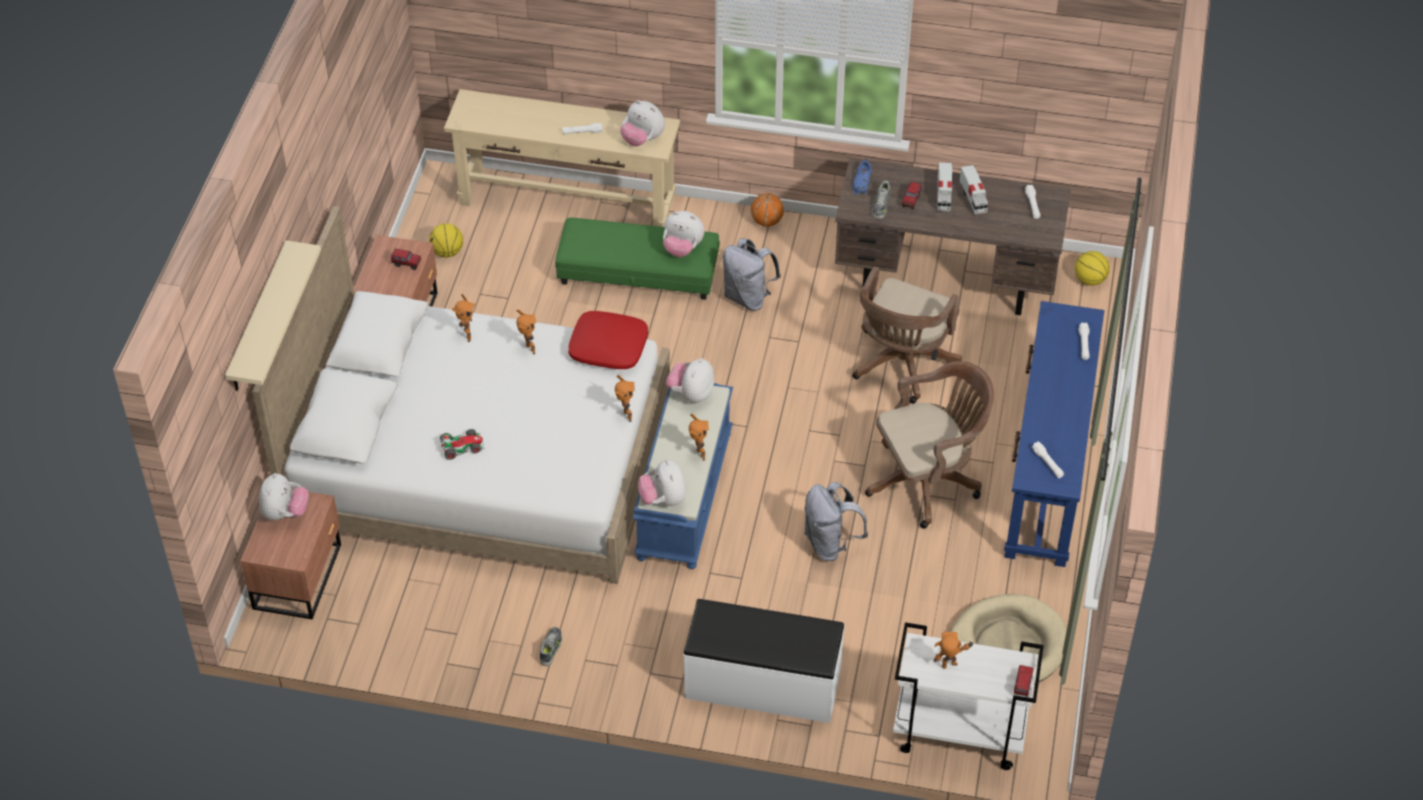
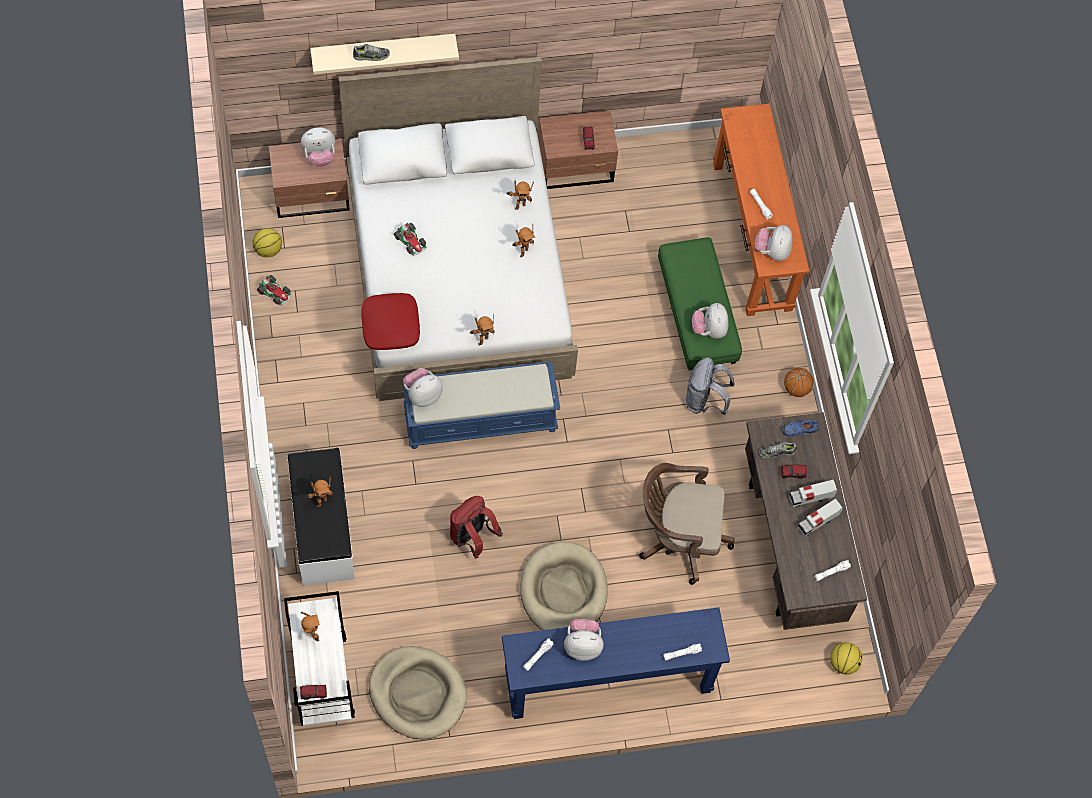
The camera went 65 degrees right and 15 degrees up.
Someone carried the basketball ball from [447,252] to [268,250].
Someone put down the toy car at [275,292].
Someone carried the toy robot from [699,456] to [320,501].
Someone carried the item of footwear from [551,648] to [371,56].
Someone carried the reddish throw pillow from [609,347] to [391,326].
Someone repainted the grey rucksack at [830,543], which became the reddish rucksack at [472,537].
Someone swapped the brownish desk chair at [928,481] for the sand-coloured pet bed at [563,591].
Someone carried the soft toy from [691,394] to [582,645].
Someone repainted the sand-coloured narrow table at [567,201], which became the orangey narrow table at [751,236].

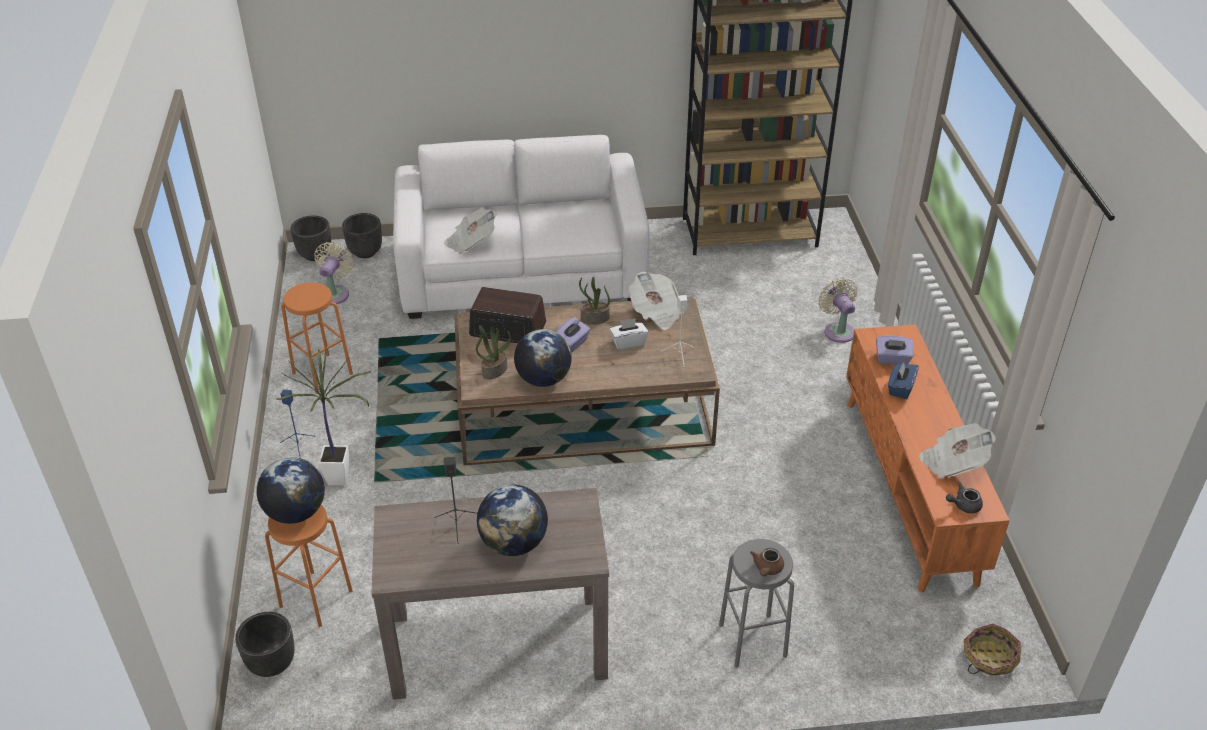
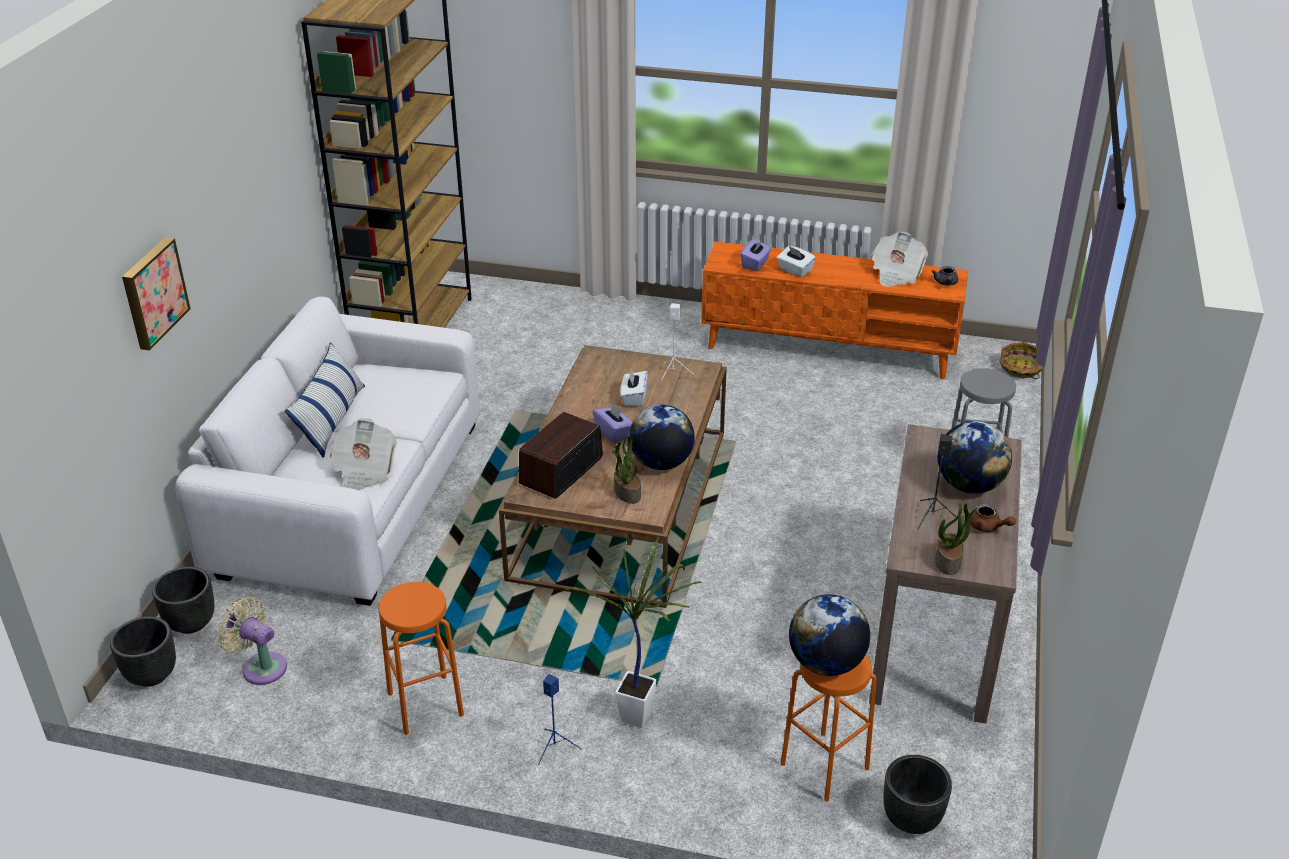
The camera went 70 degrees left and 5 degrees down.
Someone put up the wall picture at [153,292].
Someone put down the throw pillow at [331,419].
Someone repainted the bluish tissue box at [900,388], which became the white-coloured tissue box at [795,270].
Someone carried the houseplant from [594,319] to [948,561].
Someone carried the brownish pot for tea from [767,569] to [988,527].
Someone took away the newspaper at [656,312].
Someone took away the sand-coloured electric fan at [838,330].

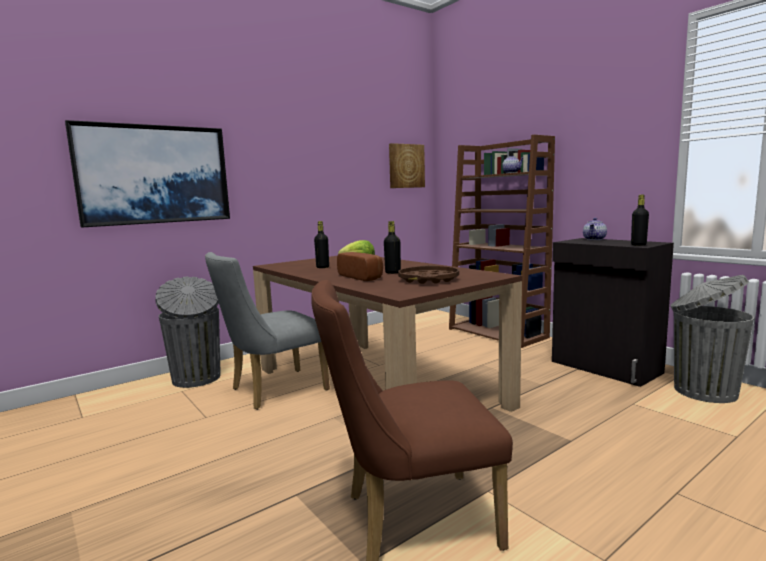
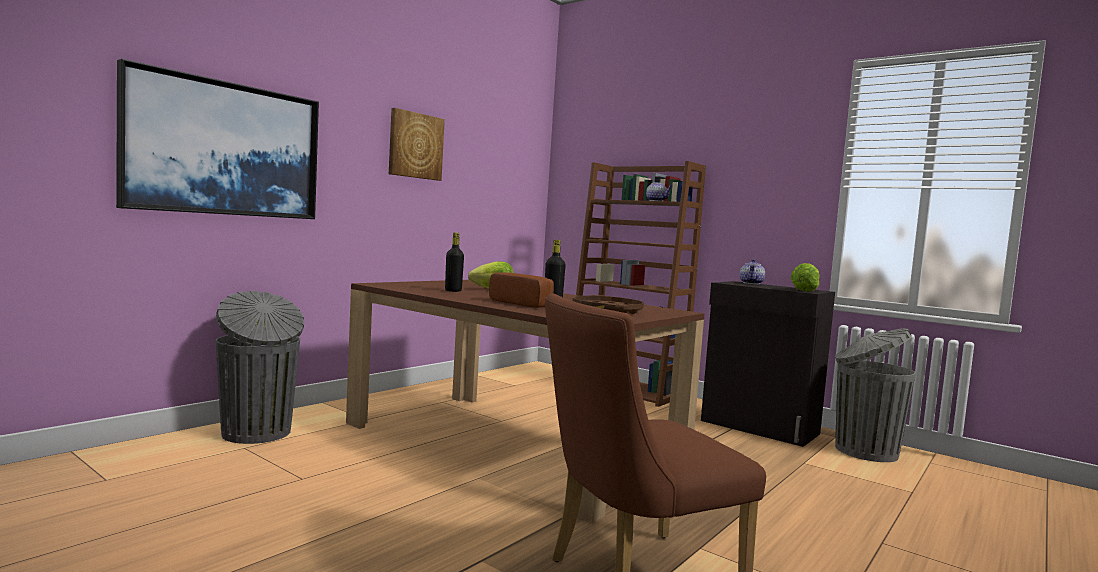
The camera went 15 degrees left and 5 degrees down.
Someone carried the wall picture from [406,166] to [415,145].
Someone swapped the black-coloured drink bottle at [638,245] for the lettuce at [805,291].
Someone took away the grey upright chair at [272,391].

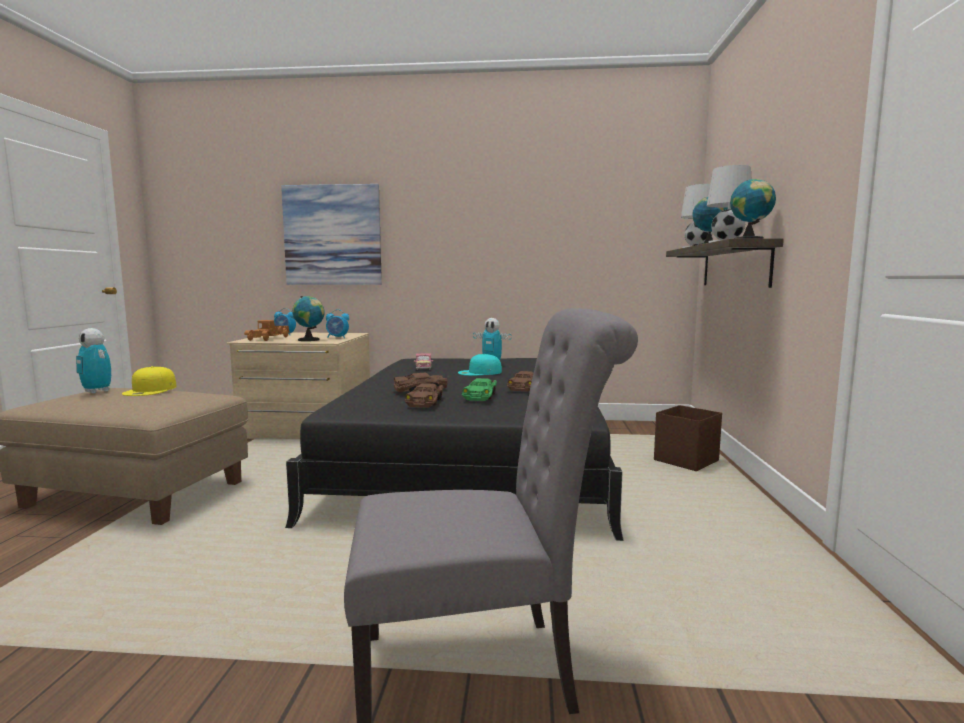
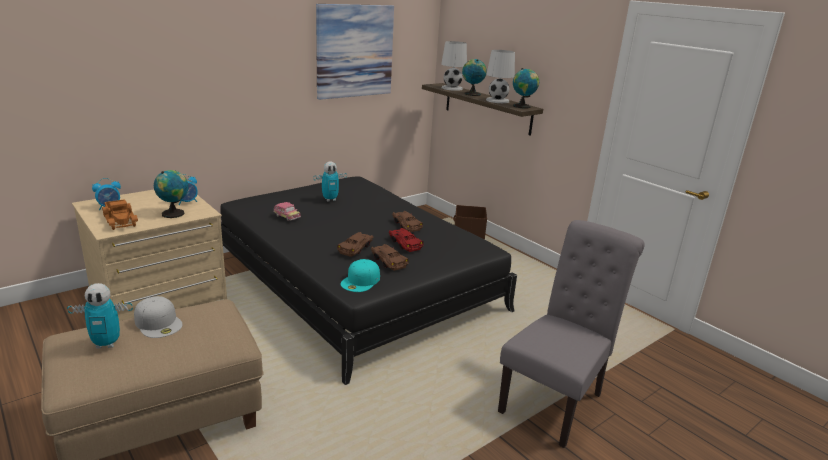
The camera went 45 degrees left and 15 degrees up.
Someone repainted the yellow peaked cap at [151,390], which became the white-coloured peaked cap at [159,323].
Someone carried the wall picture from [332,235] to [354,51].
Someone carried the turquoise-coloured peaked cap from [479,372] to [361,281].
Someone repainted the greenish toy car at [481,396], which became the reddish toy car at [404,244].

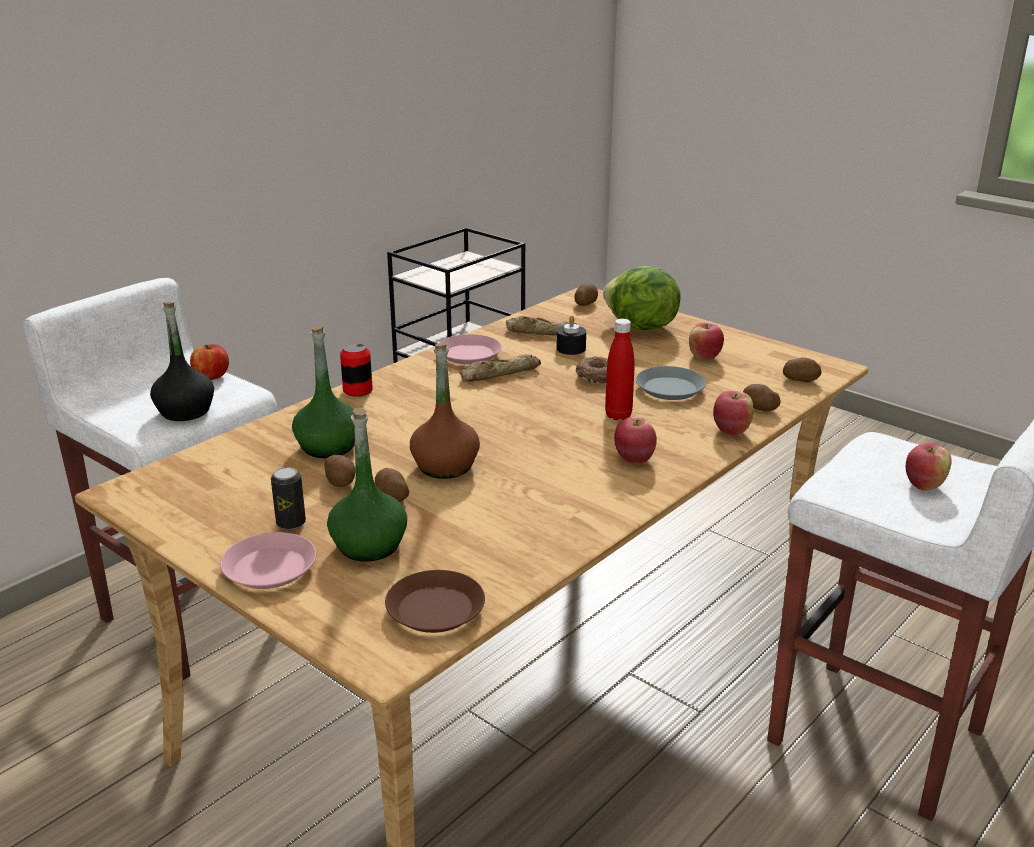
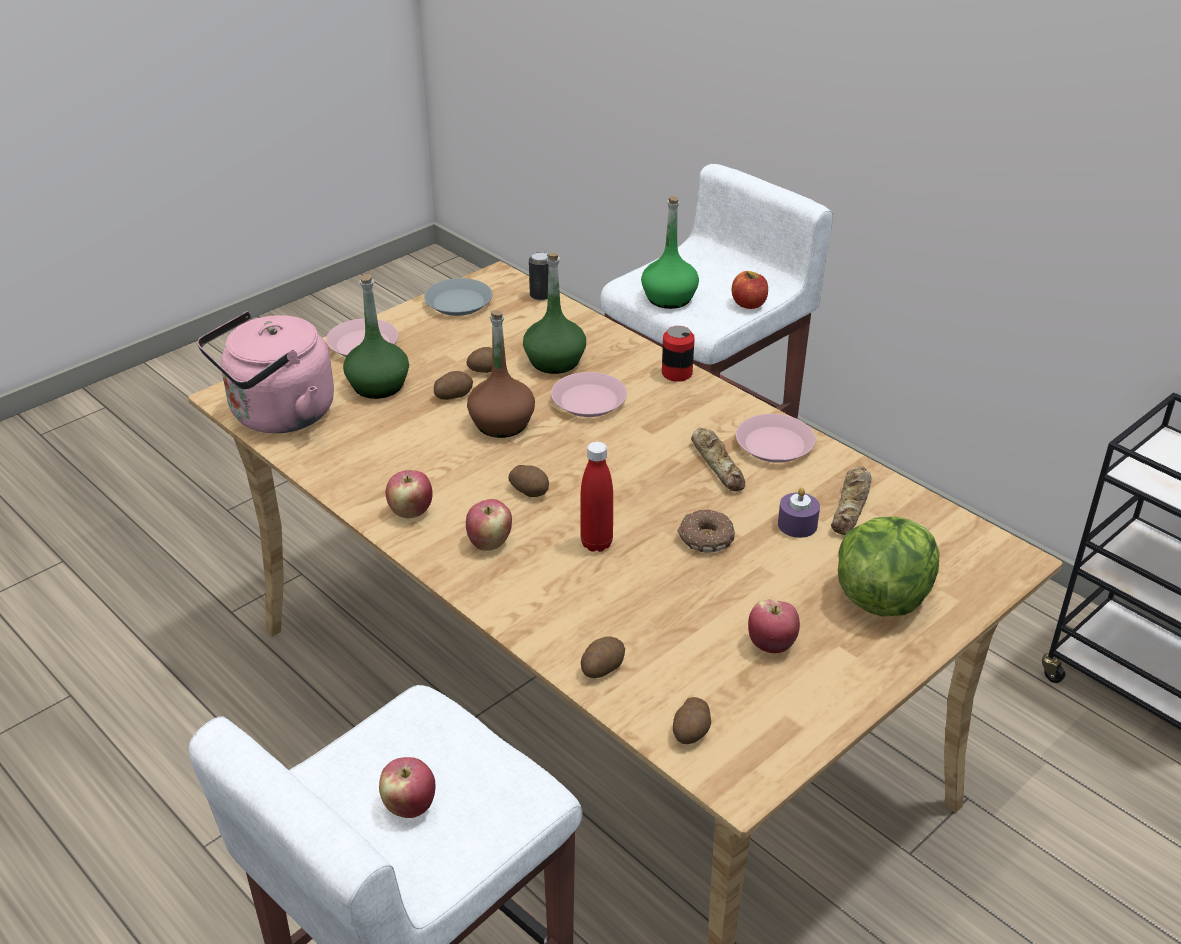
The camera went 95 degrees right and 10 degrees up.
Someone swapped the brownish dinner plate at [436,609] for the pink-coloured kettle at [277,416].
Someone carried the apple from [731,431] to [410,512].
Someone carried the grey dinner plate from [669,388] to [459,302].
Someone carried the spud from [585,303] to [530,490].
Someone carried the metal can from [291,523] to [541,295].
Someone put down the pink-coloured dinner plate at [589,401].
Someone repainted the black-coloured drink bottle at [185,411], which became the greenish drink bottle at [669,298].
Someone repainted the black-coloured wax light at [571,348], which became the purplish wax light at [797,525].

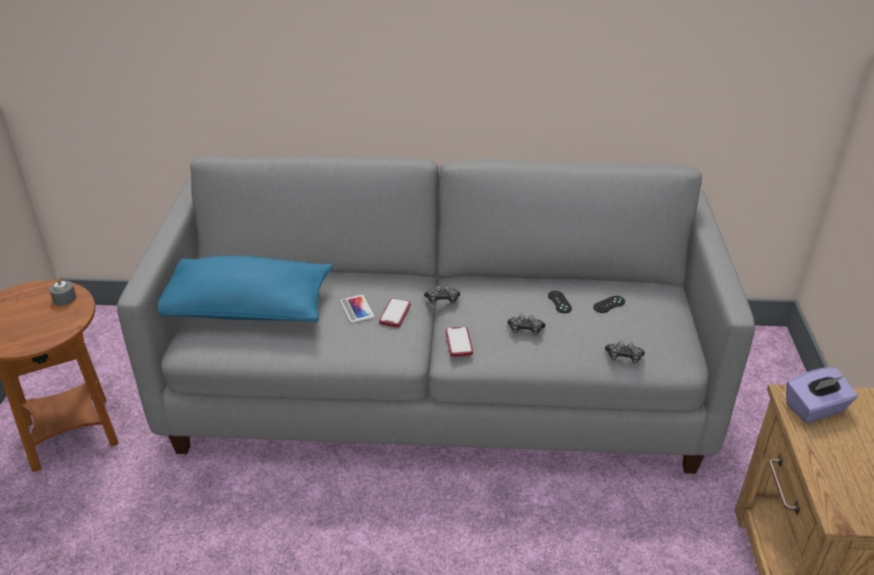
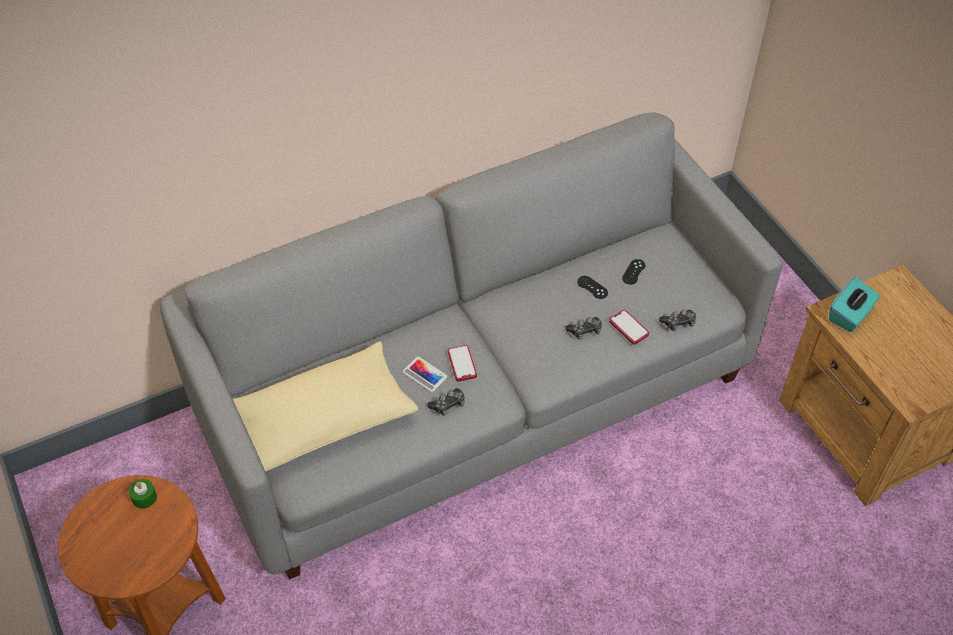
The camera went 30 degrees left and 15 degrees up.
Someone repainted the grey wax light at [64,298], which became the greenish wax light at [144,497].
Someone repainted the bluish throw pillow at [245,308], which became the sand-coloured throw pillow at [321,421].
Someone carried the joypad from [442,300] to [448,405].
Someone carried the handset from [458,342] to [628,328].
Someone repainted the purplish tissue box at [815,409], which became the turquoise-coloured tissue box at [849,315].

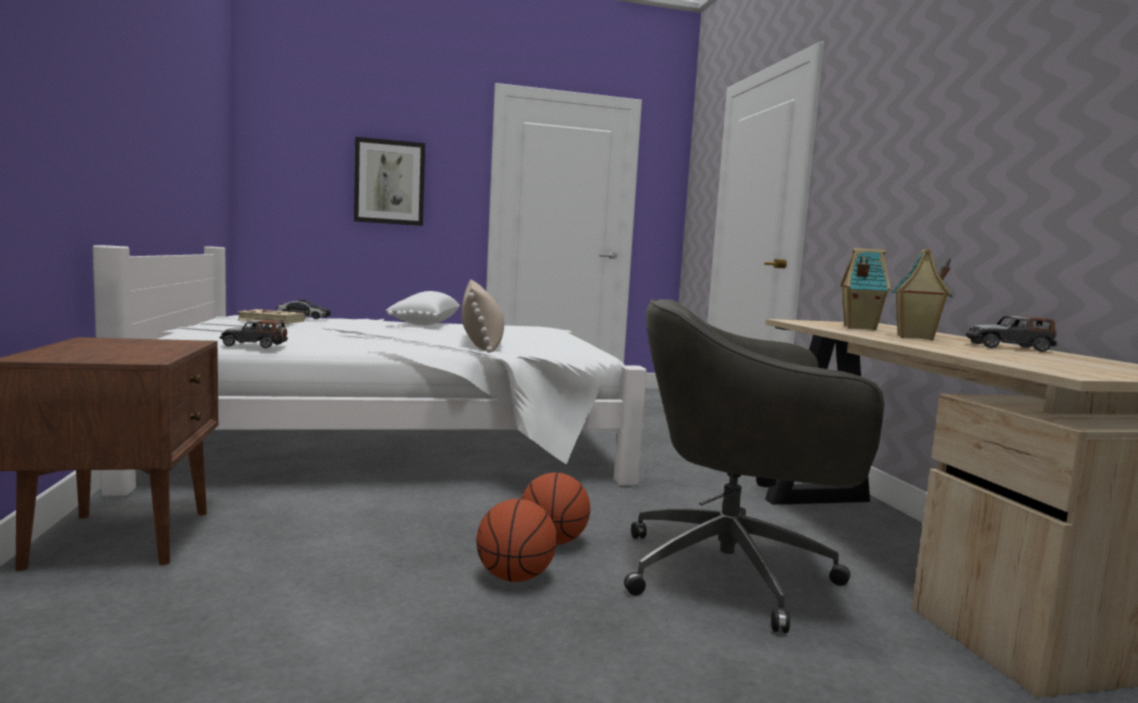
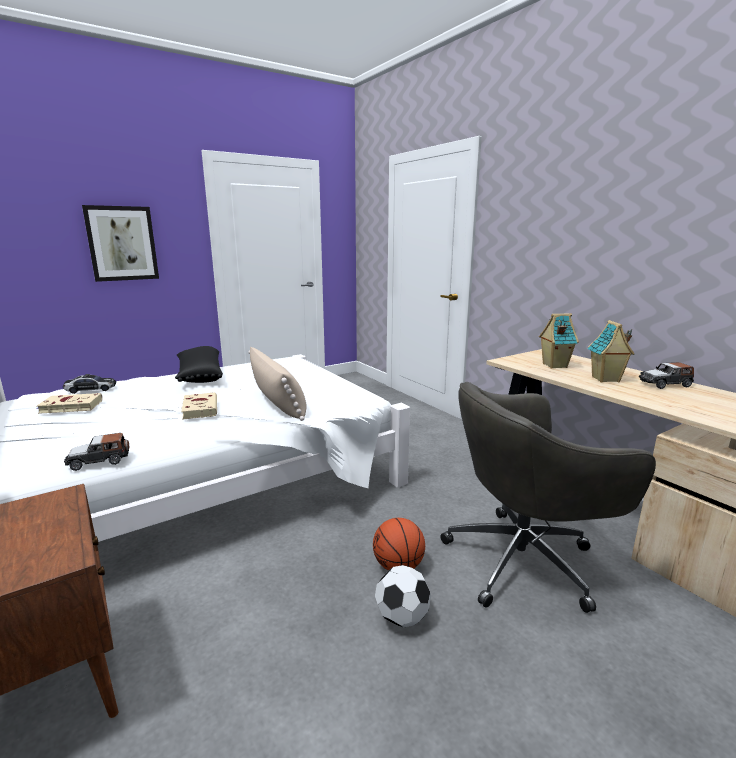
The camera went 20 degrees left and 10 degrees up.
Someone repainted the white-coloured throw pillow at [423,324], which became the black-coloured throw pillow at [199,376].
Someone put down the sand-coloured book at [200,408].
Someone swapped the basketball ball at [515,577] for the ball for football at [402,617].

